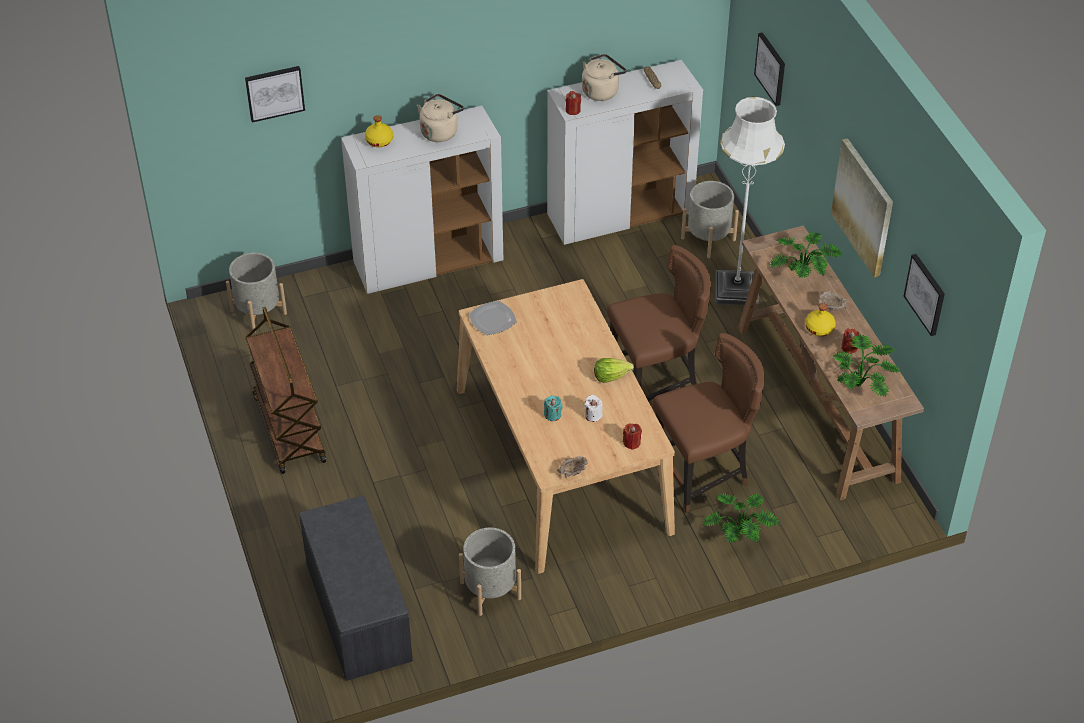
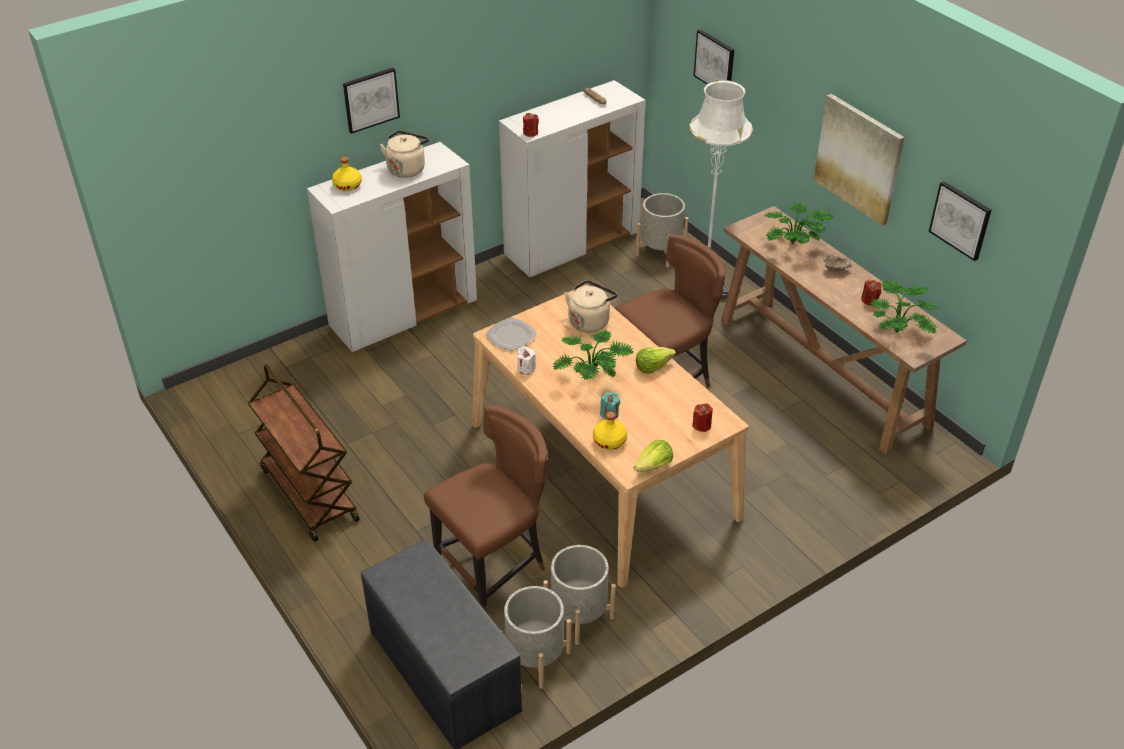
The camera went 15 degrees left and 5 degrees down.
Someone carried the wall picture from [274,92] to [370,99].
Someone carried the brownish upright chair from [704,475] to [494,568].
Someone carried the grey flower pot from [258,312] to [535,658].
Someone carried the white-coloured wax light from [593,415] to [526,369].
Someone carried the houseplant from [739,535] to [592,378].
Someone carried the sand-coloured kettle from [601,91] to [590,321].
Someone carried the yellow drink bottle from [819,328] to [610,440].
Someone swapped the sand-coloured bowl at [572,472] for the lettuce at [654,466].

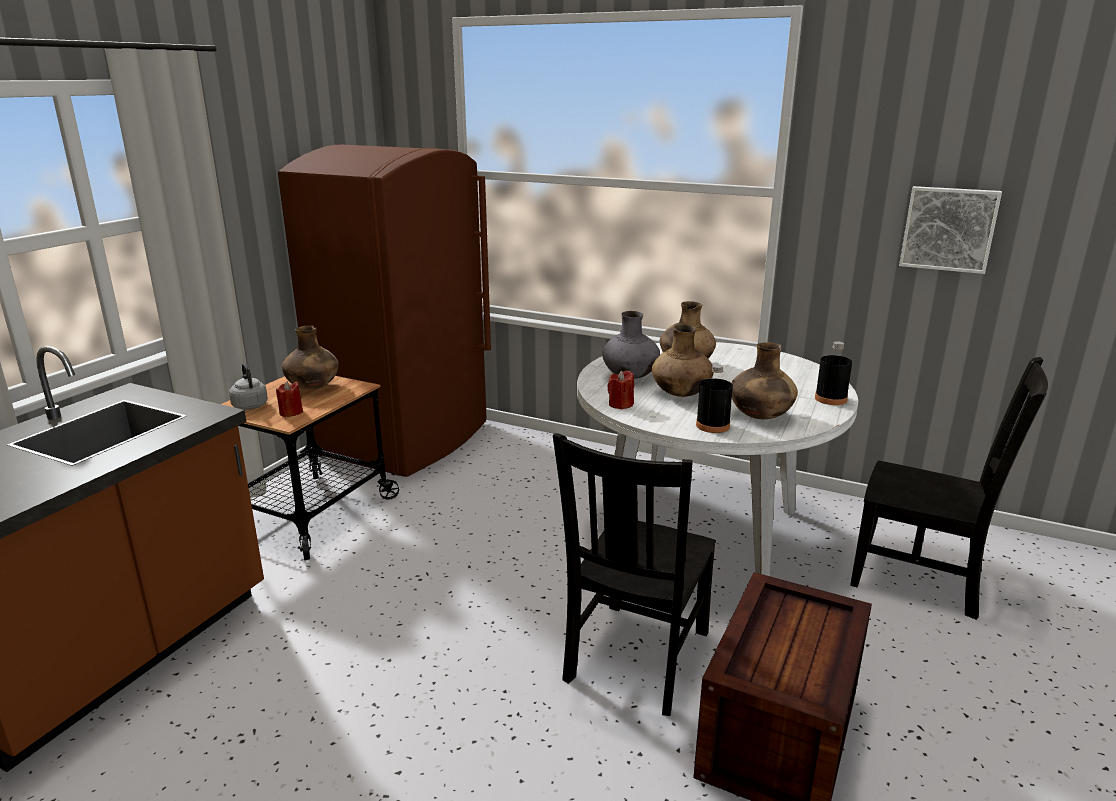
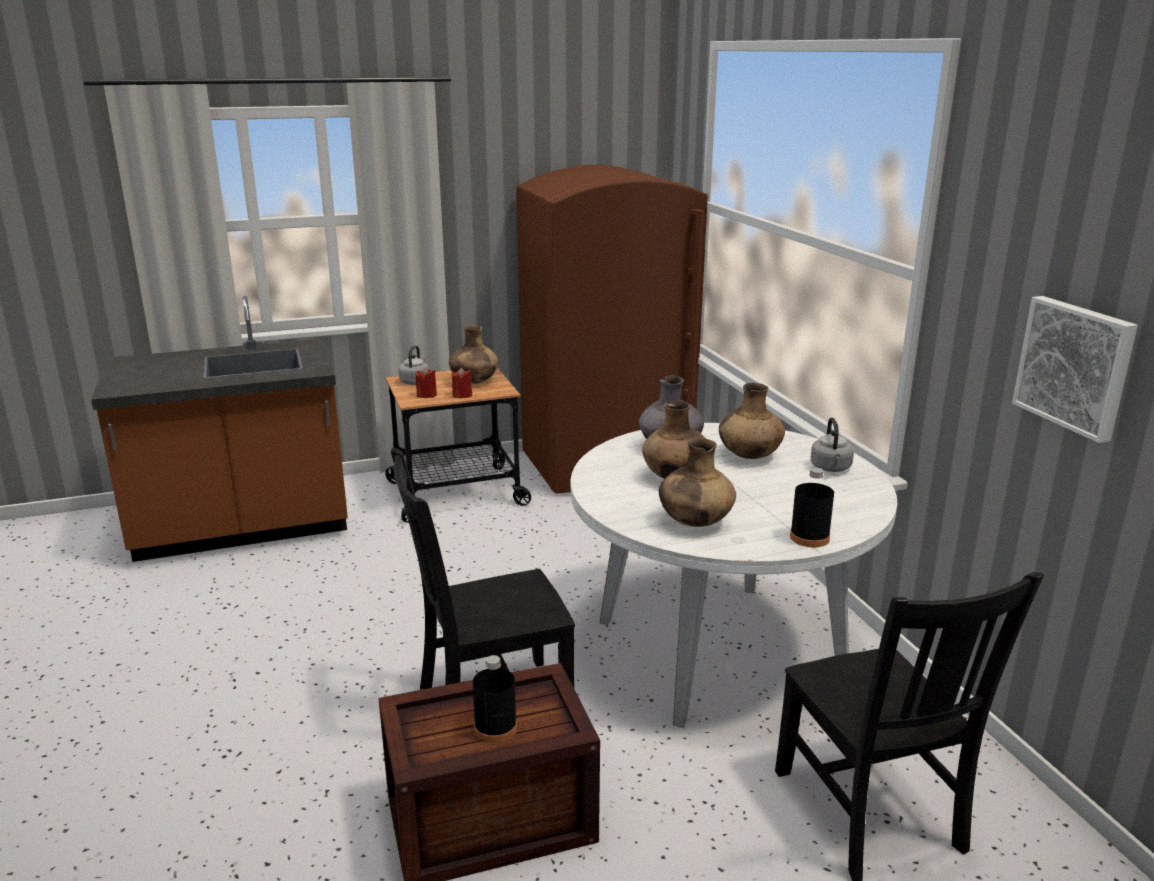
The camera went 45 degrees right and 0 degrees up.
Someone carried the reddish wax light from [620,404] to [462,395].
Someone carried the black-coloured drink bottle from [712,426] to [495,728].
Someone put down the grey kettle at [831,468].

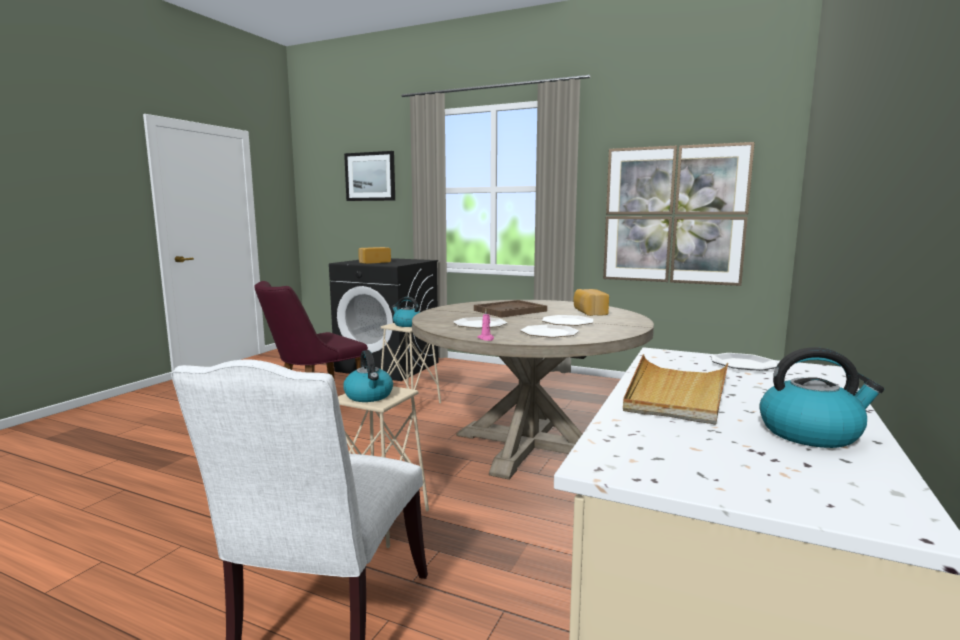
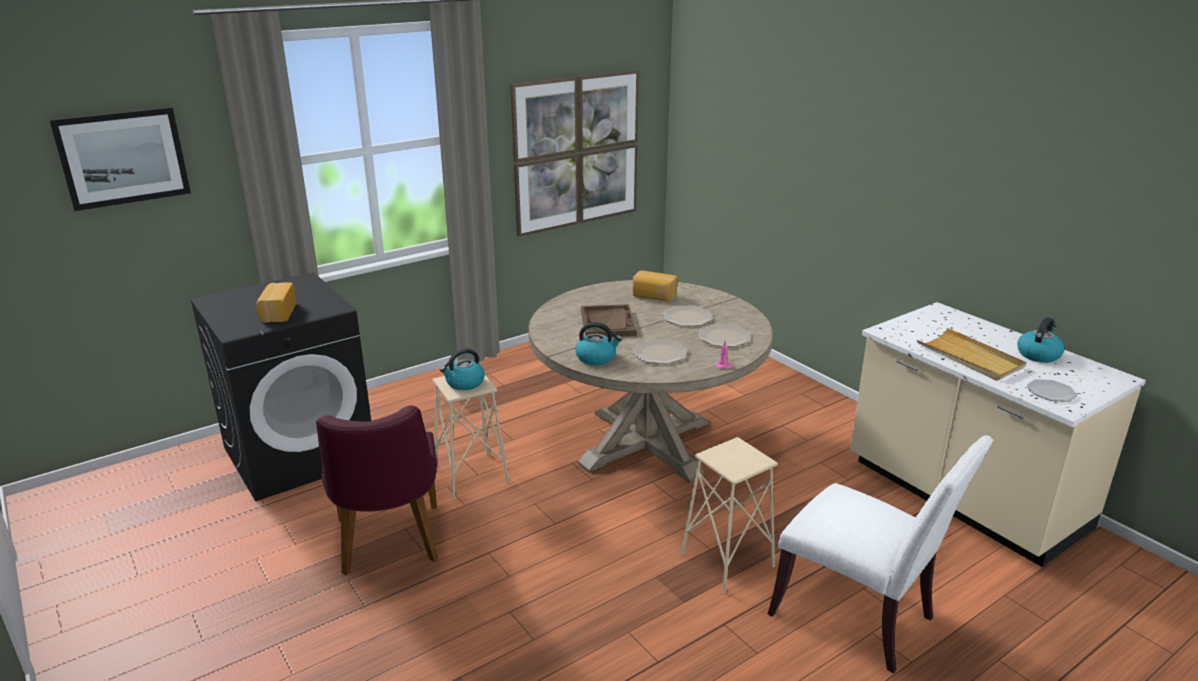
The camera went 60 degrees left and 15 degrees up.
Someone carried the kettle from [369,396] to [596,358].
Someone carried the dinner plate from [743,364] to [1050,392].

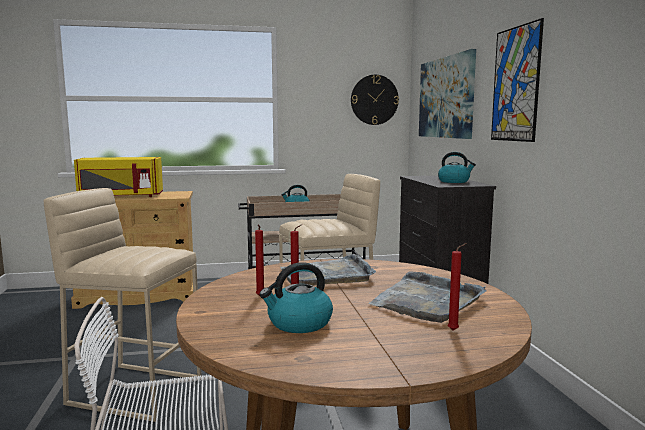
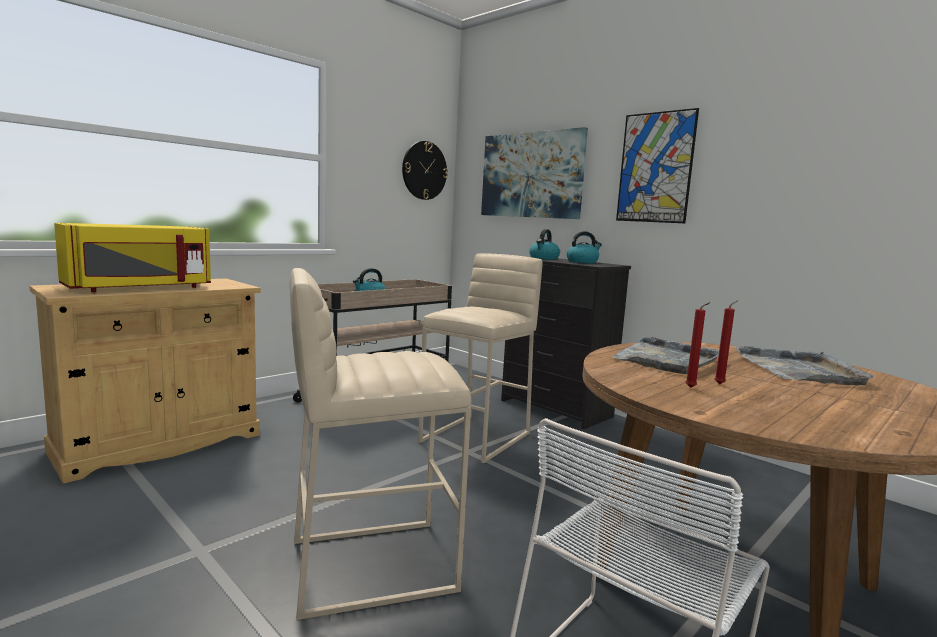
The camera went 35 degrees left and 0 degrees up.
Someone carried the kettle from [299,323] to [544,258].
Someone took away the reddish wax light at [455,330].

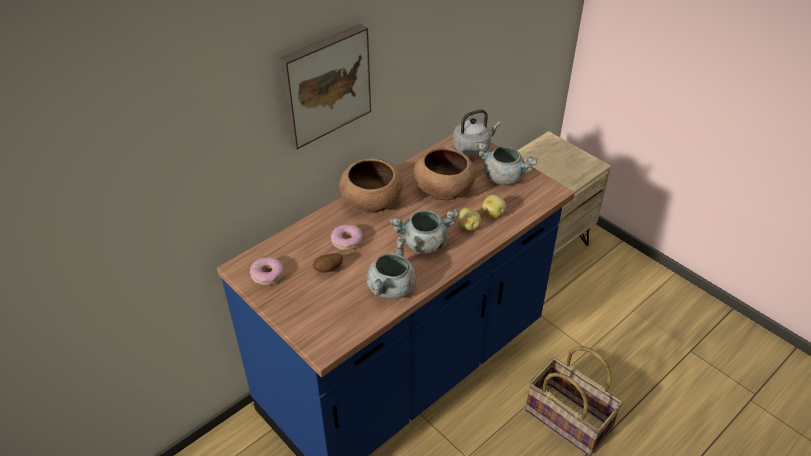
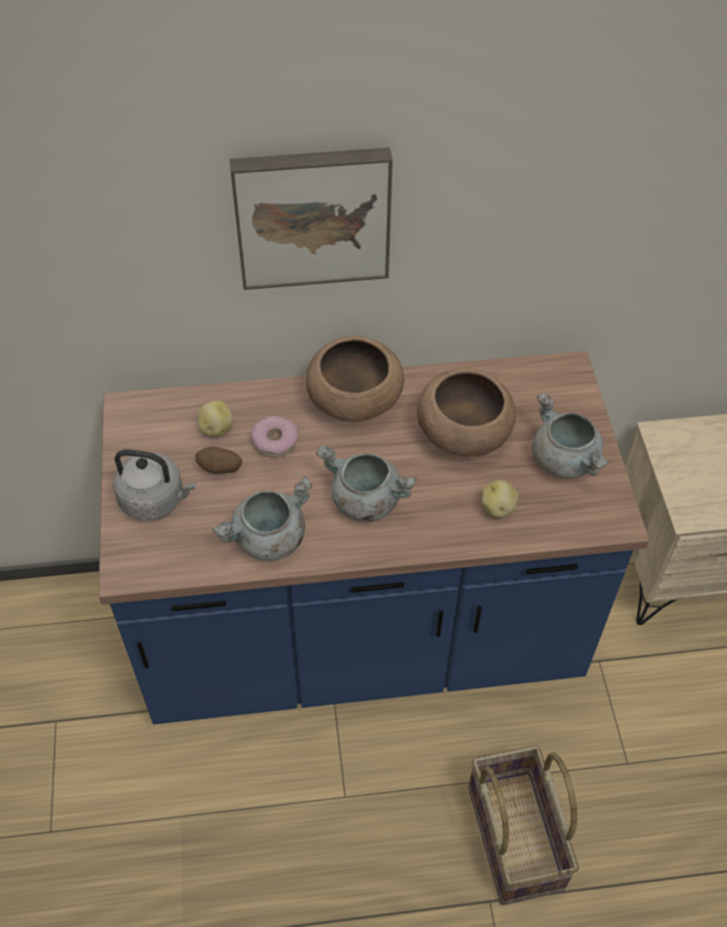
The camera went 35 degrees right and 10 degrees up.
Someone carried the grey kettle from [473,148] to [156,500].
Someone carried the spud from [468,227] to [216,429].
Someone took away the ring doughnut at [267,275].

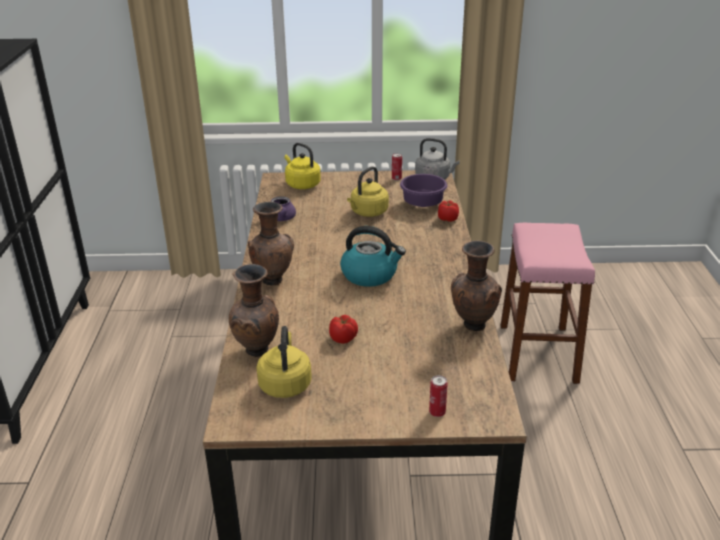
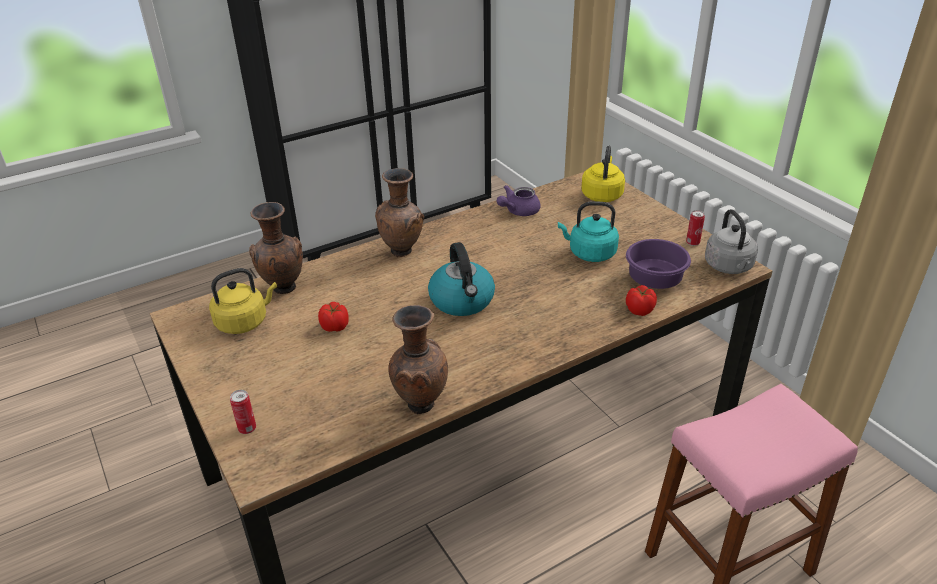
The camera went 60 degrees right and 5 degrees up.
Someone repainted the yellow kettle at [368,212], which became the turquoise-coloured kettle at [589,253].

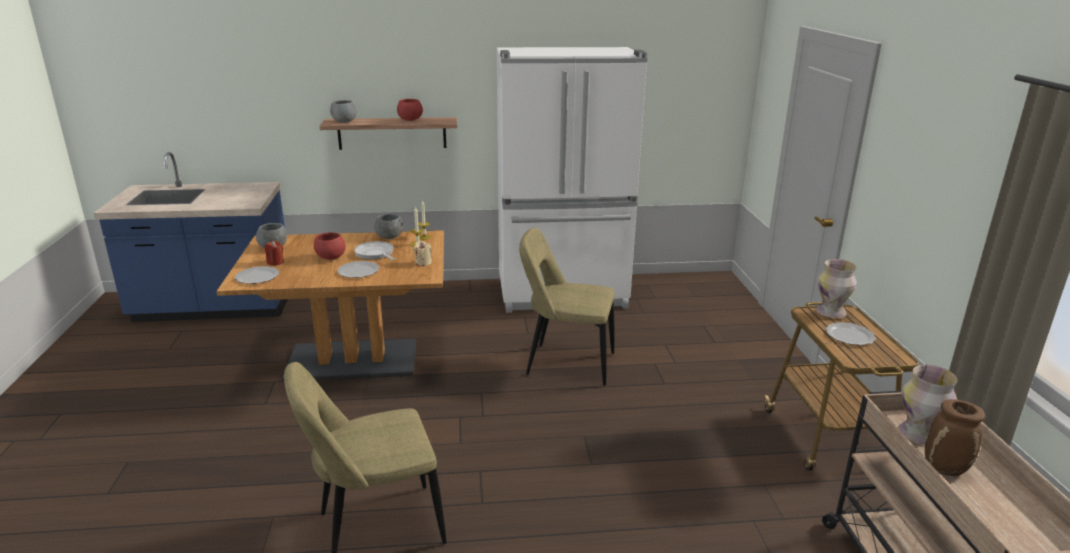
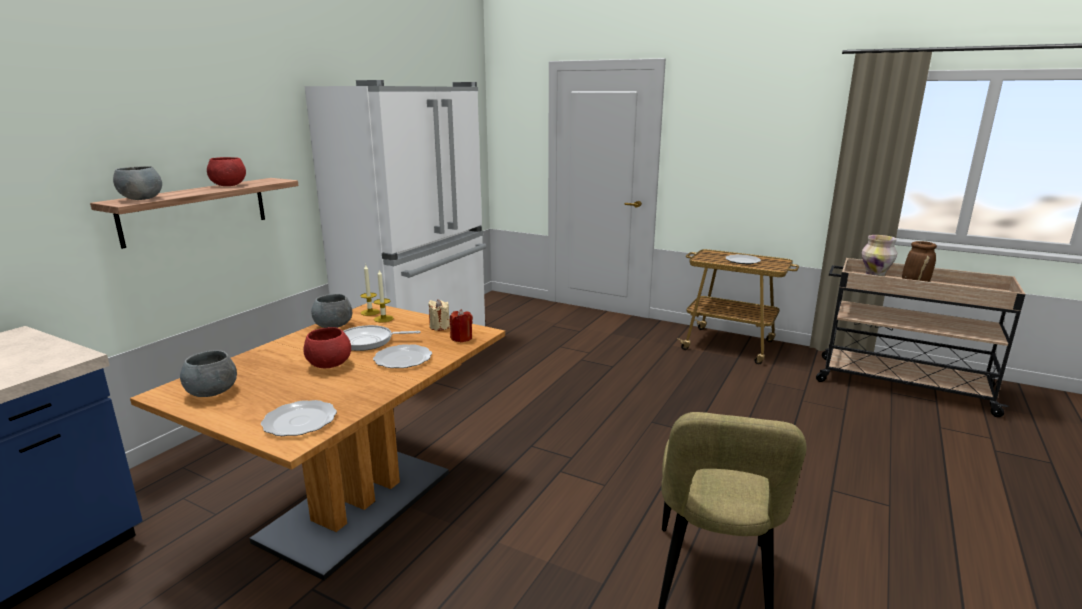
The camera went 55 degrees left and 5 degrees down.
Someone carried the reddish wax light from [275,262] to [461,338].
Someone took away the sand-coloured upright chair at [566,364].
Someone took away the decorative vase at [830,313].

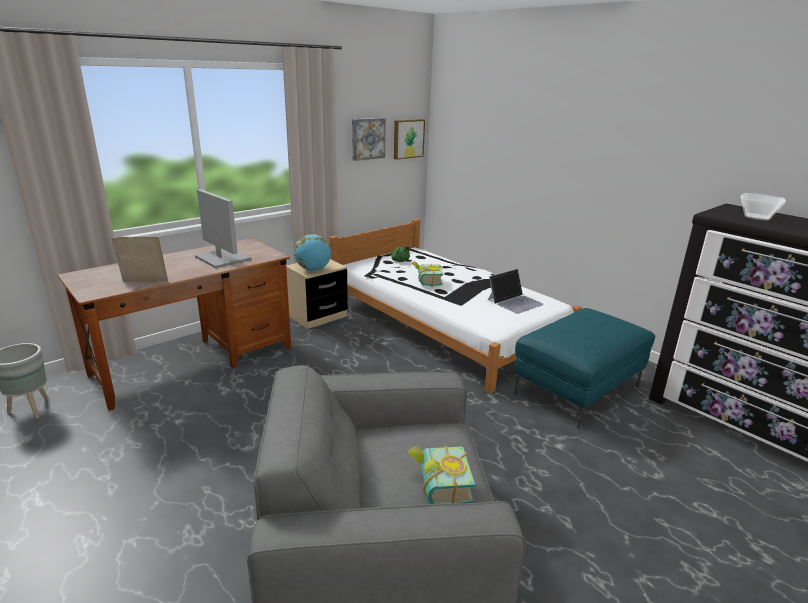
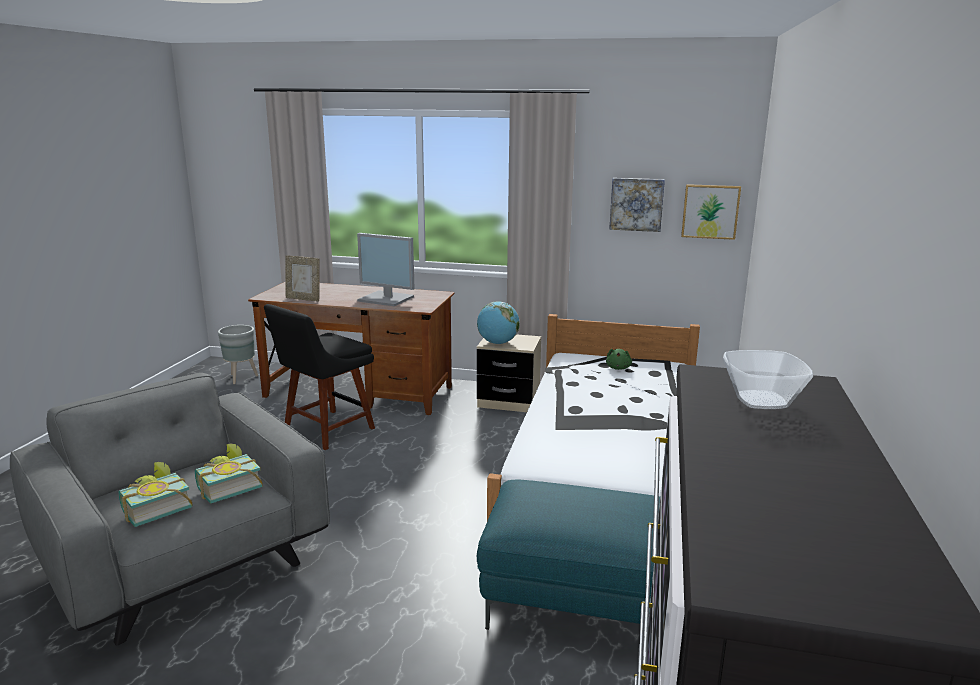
The camera went 55 degrees right and 5 degrees down.
Someone carried the book from [426,281] to [227,487].
Someone put down the black-coloured upright chair at [325,431].
Someone rotated the photo frame at [144,282] by 150 degrees clockwise.
Someone rotated the computer screen at [221,258] by 105 degrees clockwise.
Someone took away the portable computer at [515,302].

